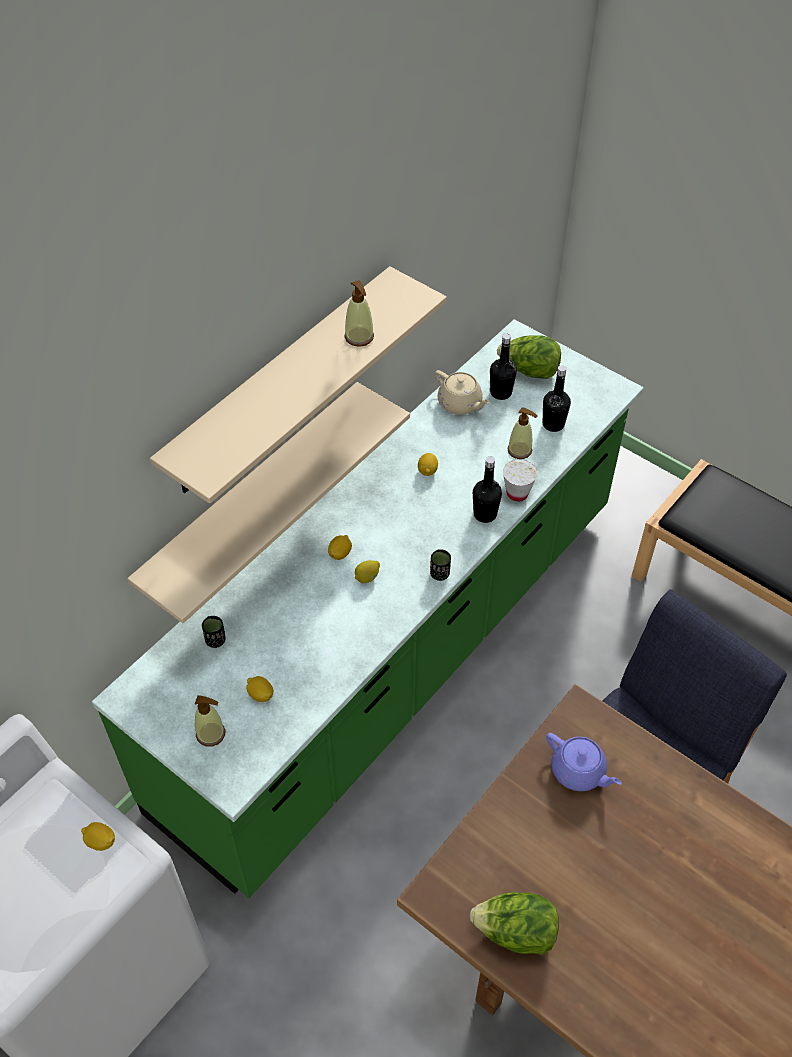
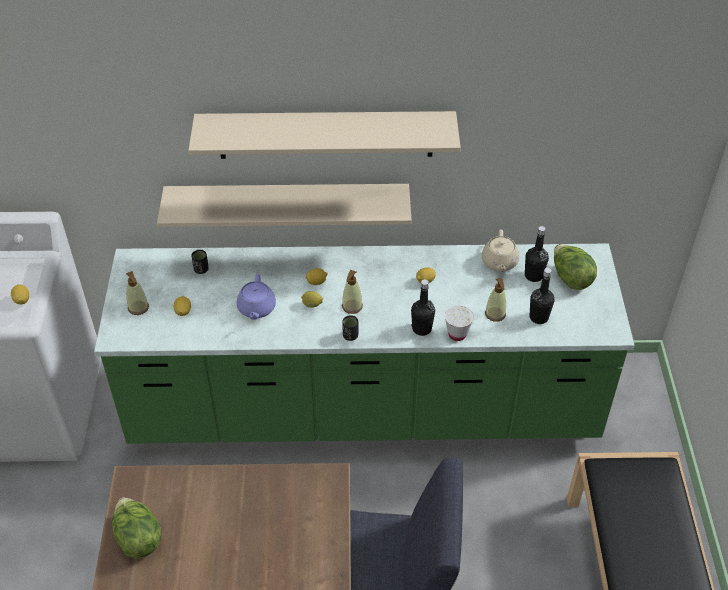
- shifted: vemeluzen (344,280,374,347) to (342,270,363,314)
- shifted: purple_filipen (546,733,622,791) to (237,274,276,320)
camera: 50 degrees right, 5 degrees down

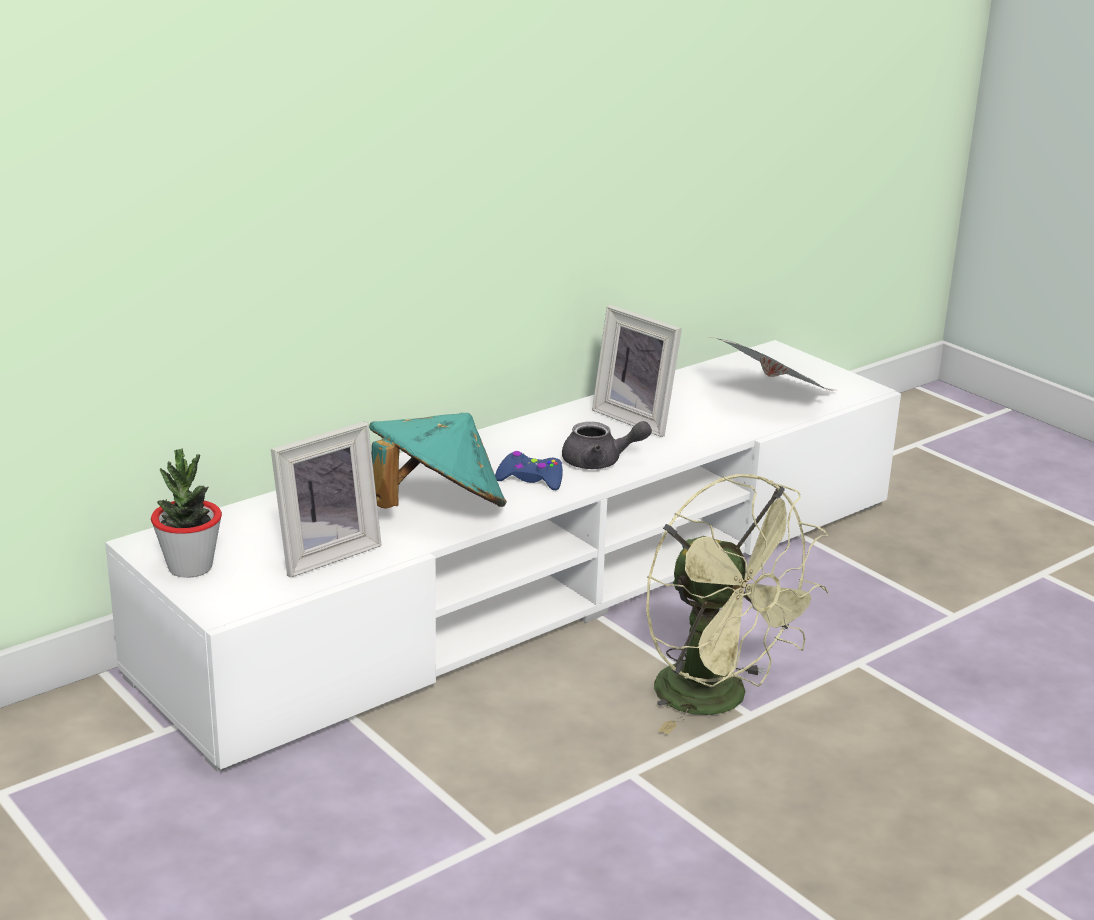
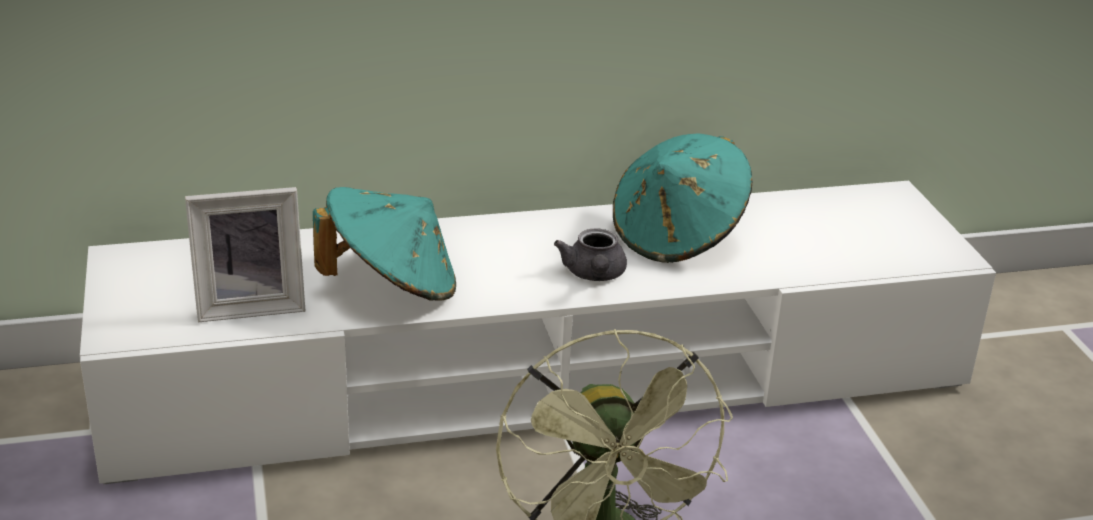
- gone: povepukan (151,449,222,578)
- gone: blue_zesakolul (495,451,563,490)
- rotated: grey_filipen (562,421,652,469) = (554,228,627,281) 60 degrees clockwise
- swapped: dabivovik (592,305,682,437) to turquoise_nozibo (613,133,752,263)
- gone: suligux (708,337,837,391)
camera: 25 degrees right, 5 degrees up

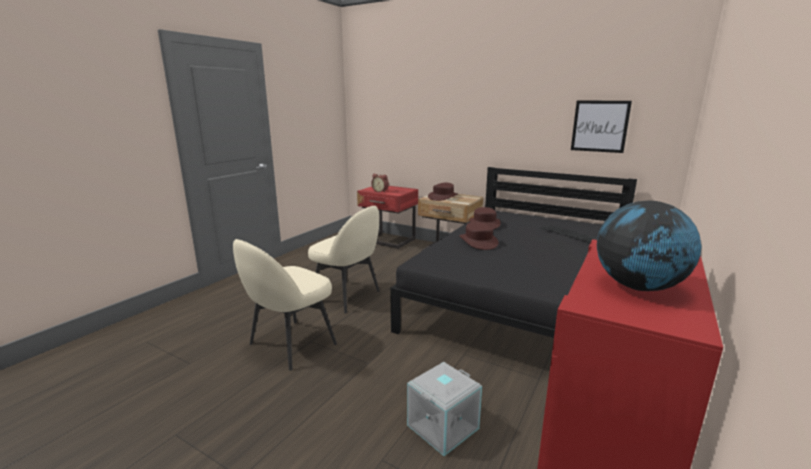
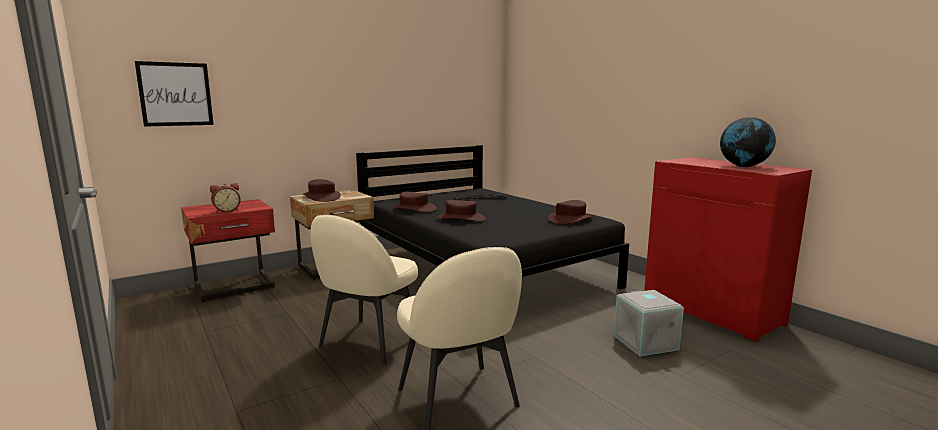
- rotated: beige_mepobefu (308,206,380,313) = (310,215,418,365) 150 degrees clockwise
- shifted: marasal (571,101,632,153) to (135,61,214,127)
- new: brown_nozibo (548,200,593,224)
camera: 65 degrees left, 5 degrees down

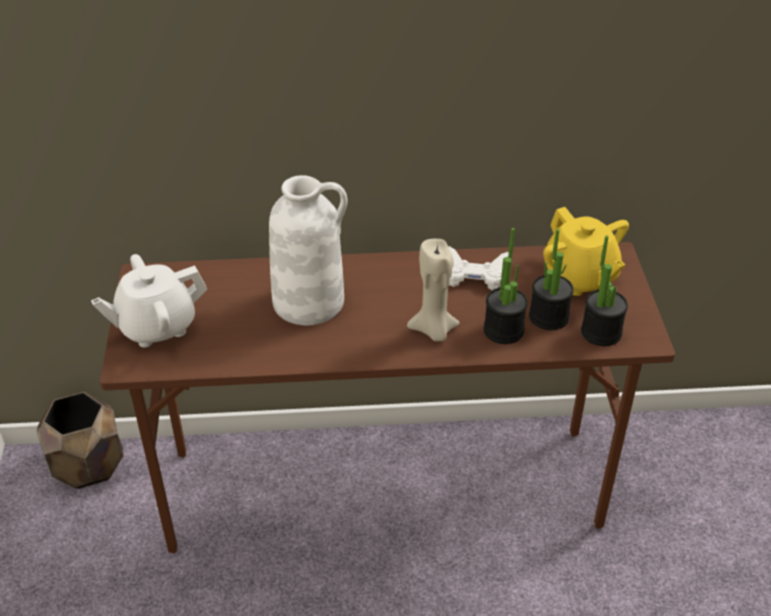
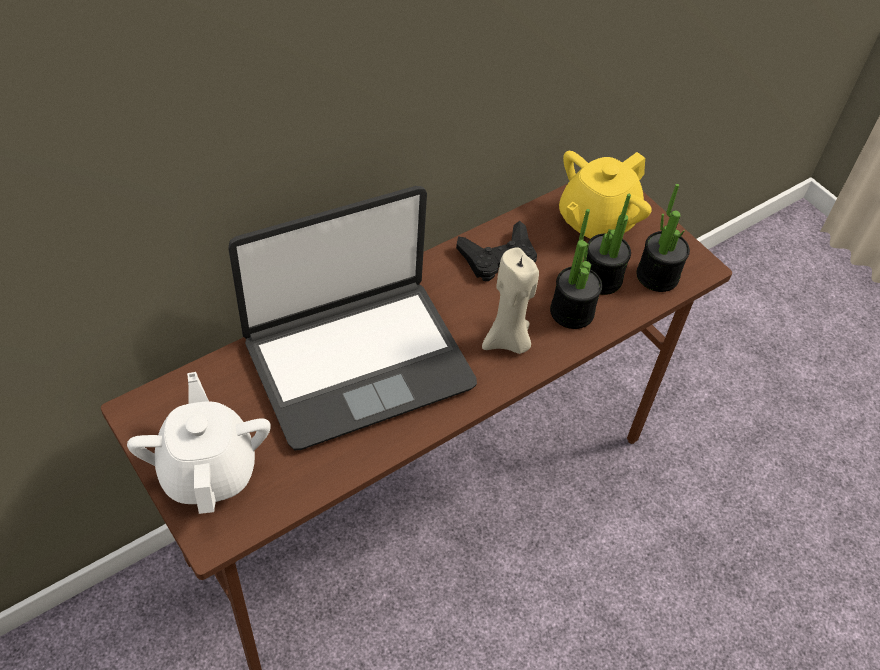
- gone: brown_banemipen (37,392,124,489)
- rotated: white_filipen (91,254,207,347) = (127,372,271,514) 135 degrees clockwise
- swapped: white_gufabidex (269,175,347,325) to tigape (229,186,477,450)
- repainted: white_zesakolul (448,246,509,290) to black_zesakolul (456,221,537,281)
- rotated: yellow_filipen (543,207,629,296) = (559,151,651,239) 105 degrees clockwise
camera: 35 degrees left, 10 degrees up

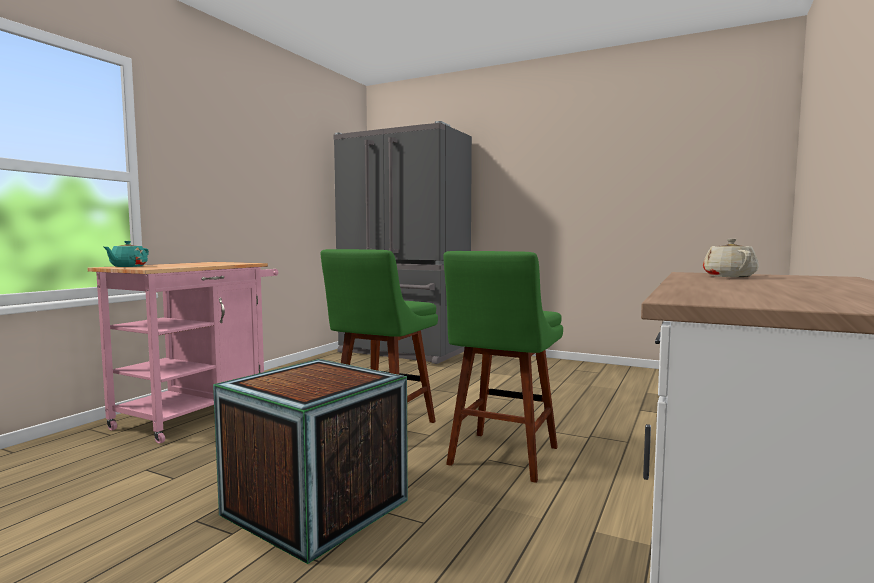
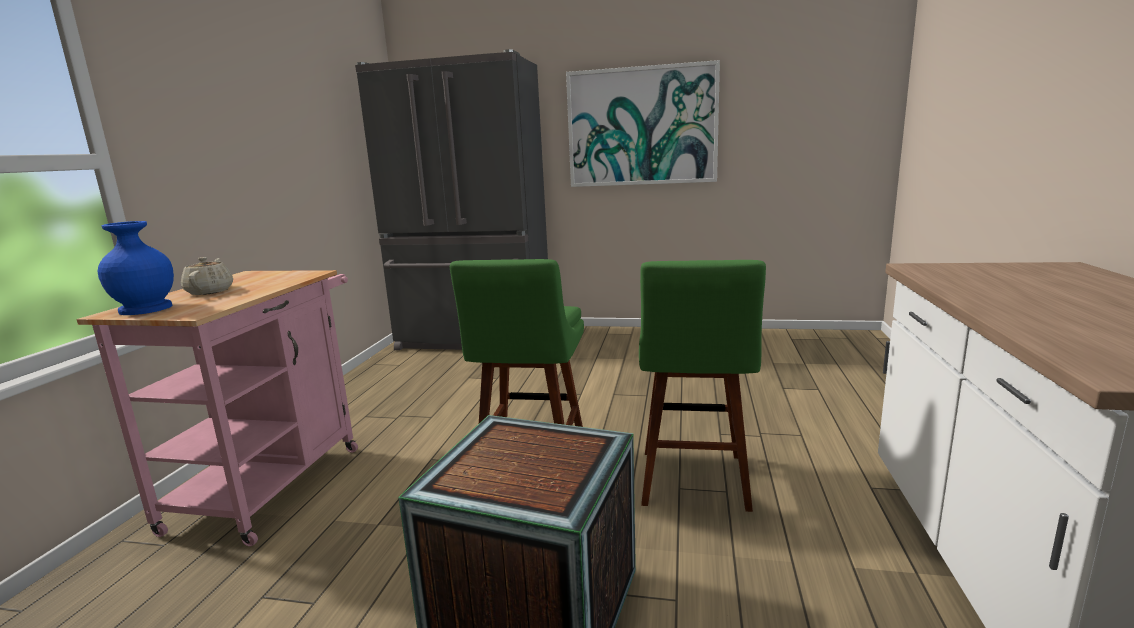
- swapped: turquoise_filipen (104,241,149,267) to blue_gufabidex (97,221,174,315)
- shifted: beige_filipen (703,238,759,277) to (181,257,233,295)
- new: marasal (566,60,720,187)
camera: 15 degrees left, 10 degrees up

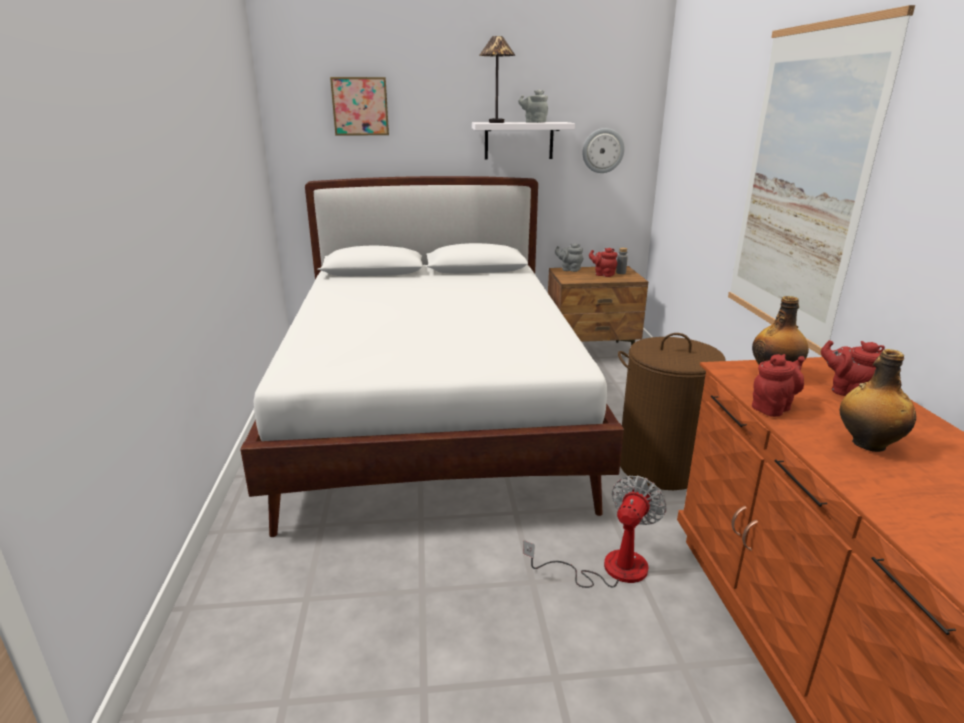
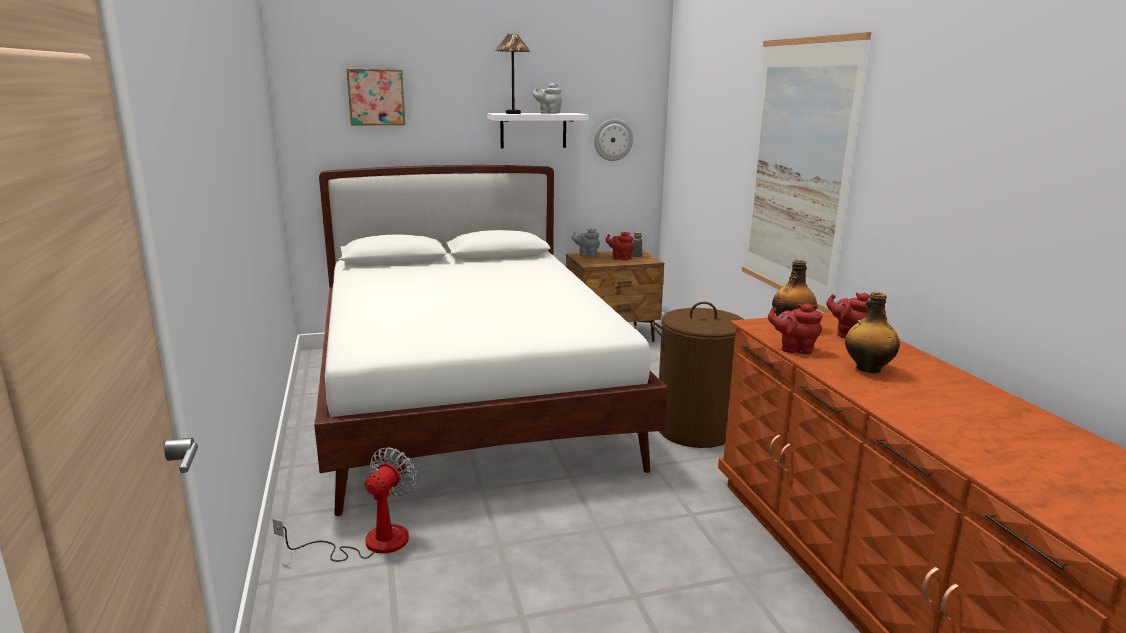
- shifted: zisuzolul (523,475,667,588) to (272,447,416,562)
- rotated: red_filipen (752,354,805,417) = (768,303,823,354) 120 degrees counterclockwise
camera: 10 degrees left, 5 degrees down

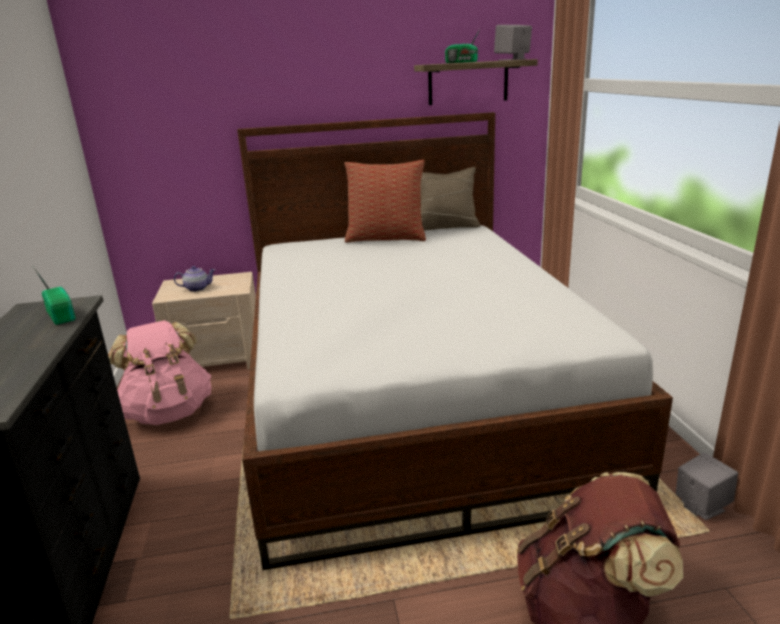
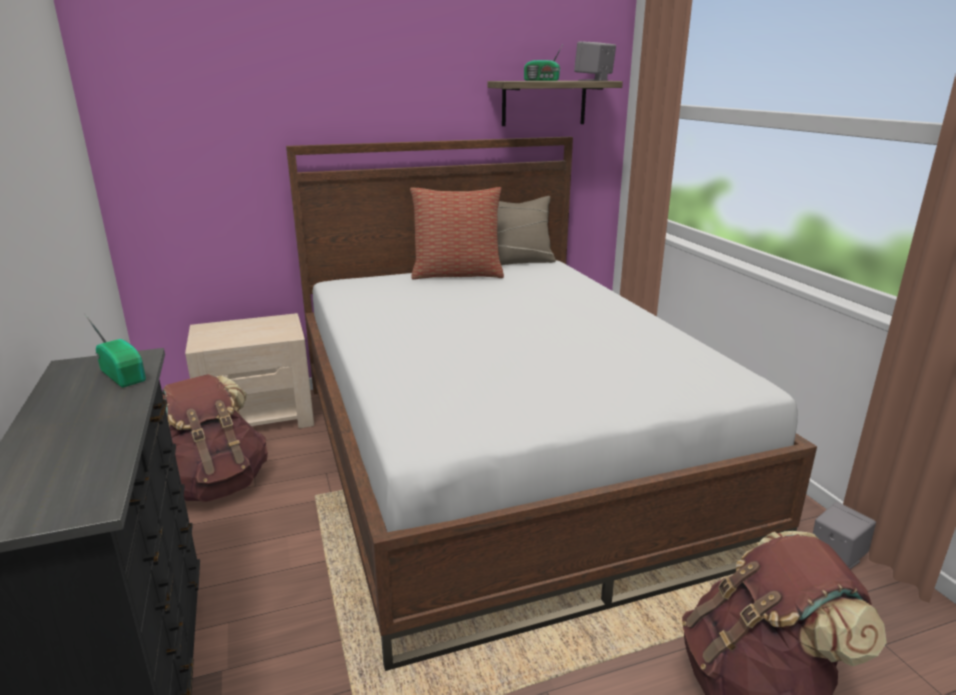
- repainted: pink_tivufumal (108,320,212,425) to brown_tivufumal (162,374,268,502)
- gone: filipen (174,266,215,292)
camera: 10 degrees left, 0 degrees up

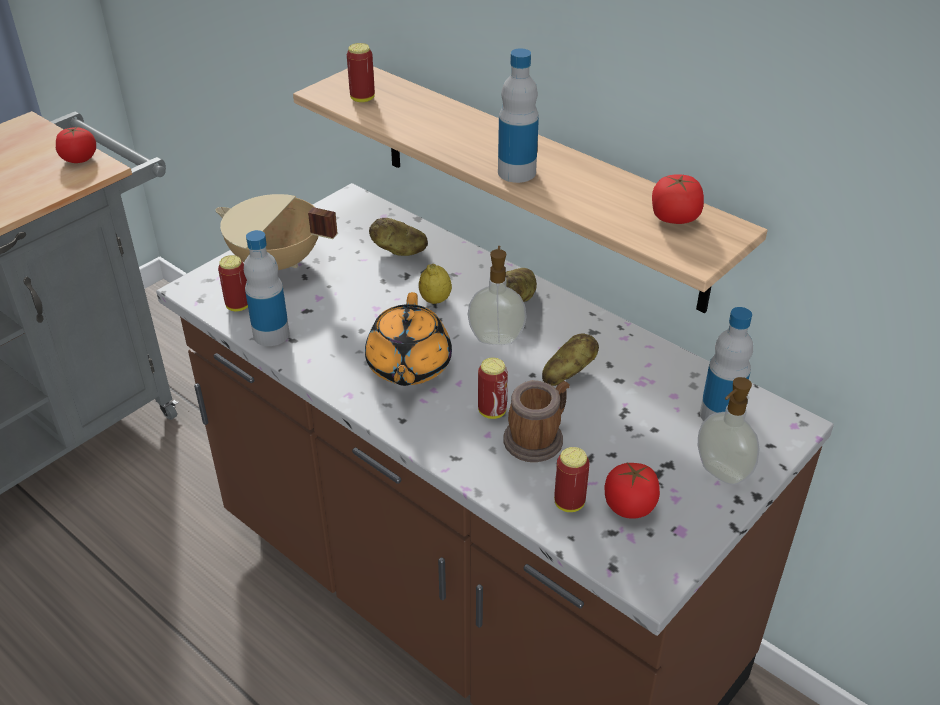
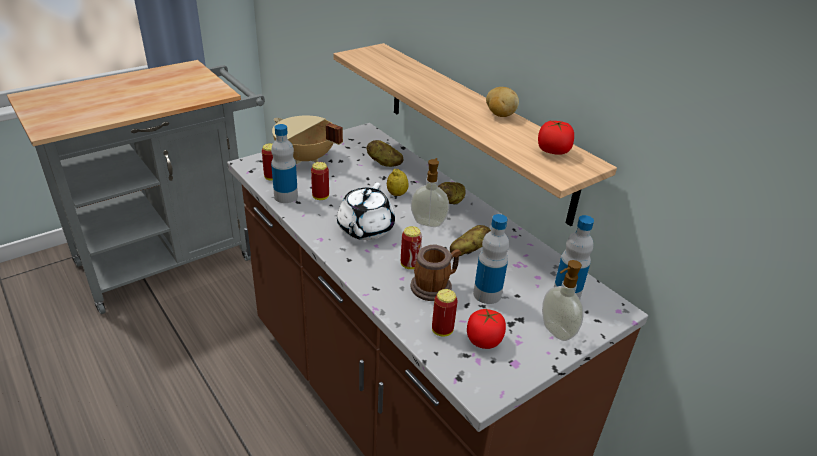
- gone: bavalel (56,127,96,163)
- shifted: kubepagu (347,43,375,102) to (311,162,329,200)
- repainted: orange_filipen (365,292,452,386) to white_filipen (337,183,395,240)
- shifted: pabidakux (498,48,539,183) to (473,214,509,304)
- new: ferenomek (486,87,519,117)
camera: 10 degrees right, 5 degrees down

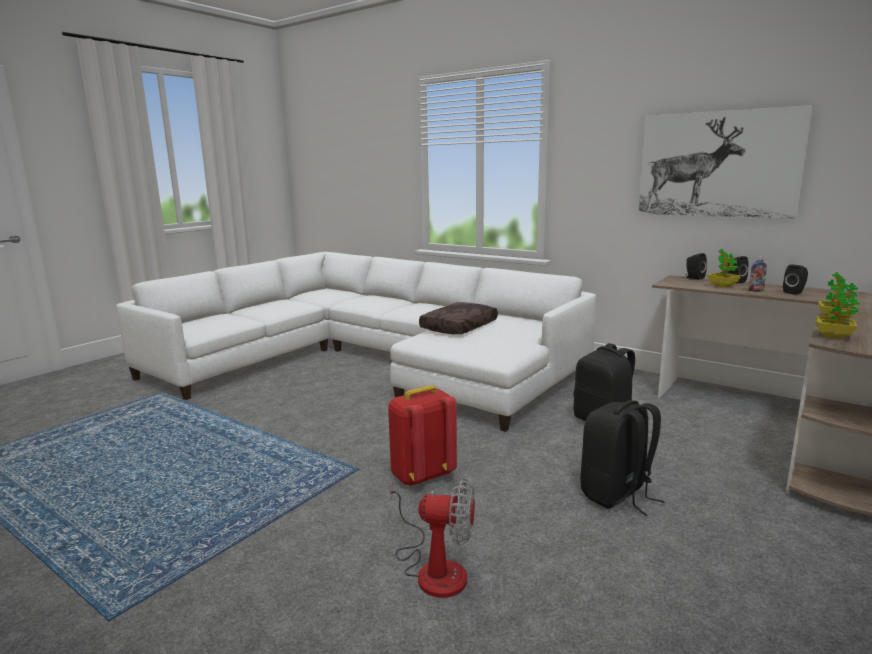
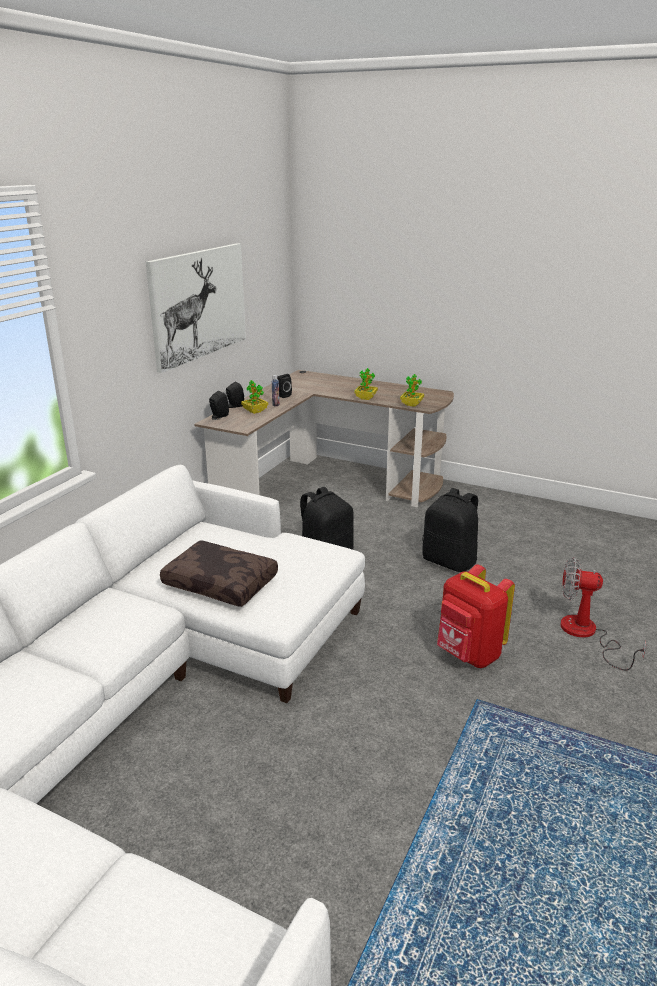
- rotated: zisuzolul (389,478,475,598) = (561,557,646,671) 75 degrees counterclockwise
camera: 100 degrees left, 10 degrees up

